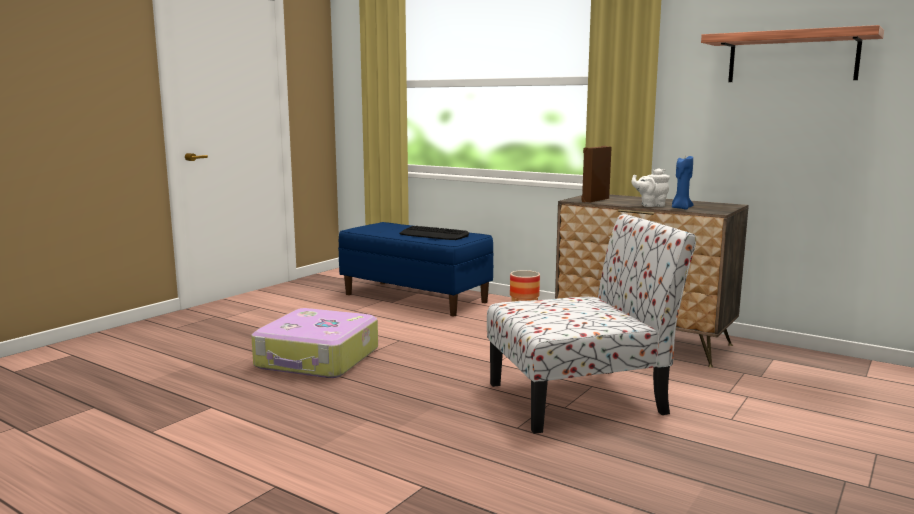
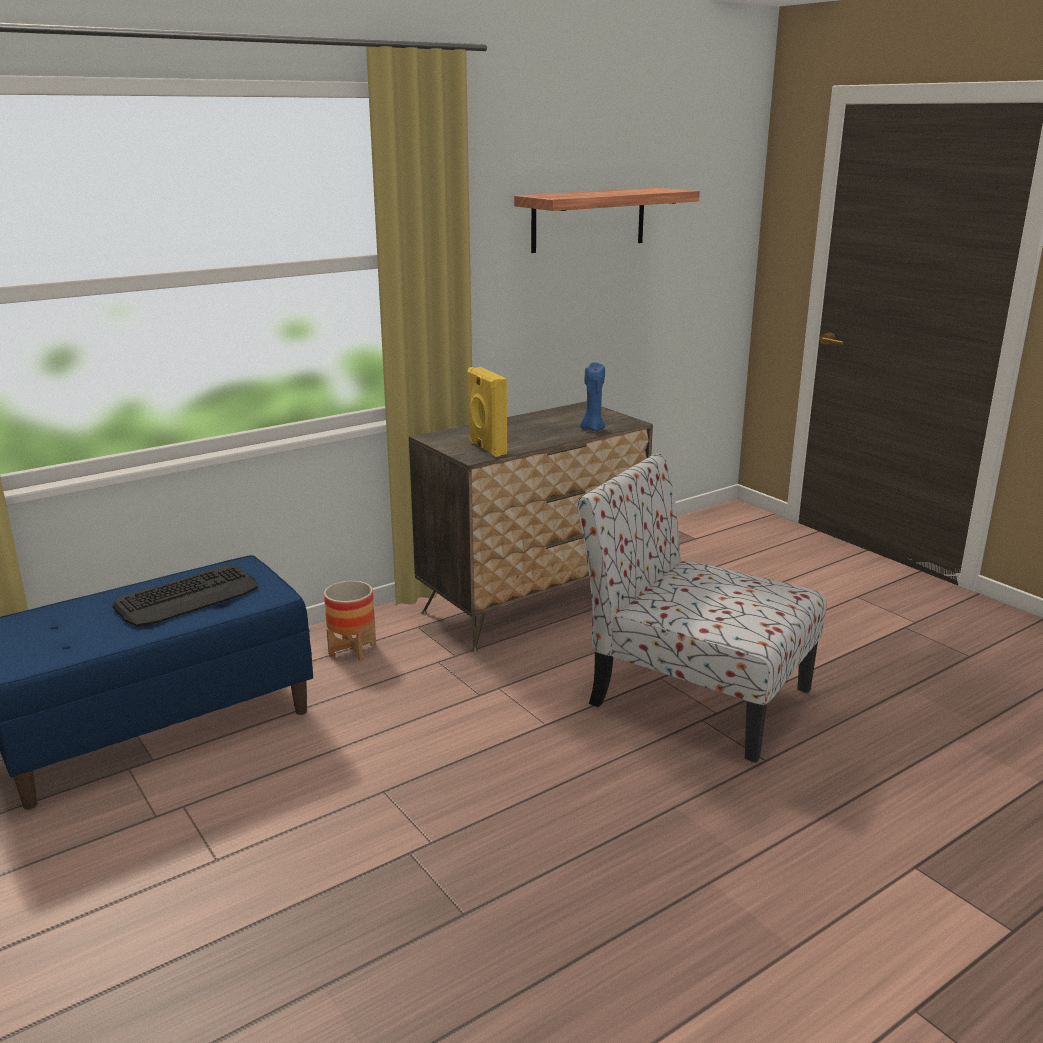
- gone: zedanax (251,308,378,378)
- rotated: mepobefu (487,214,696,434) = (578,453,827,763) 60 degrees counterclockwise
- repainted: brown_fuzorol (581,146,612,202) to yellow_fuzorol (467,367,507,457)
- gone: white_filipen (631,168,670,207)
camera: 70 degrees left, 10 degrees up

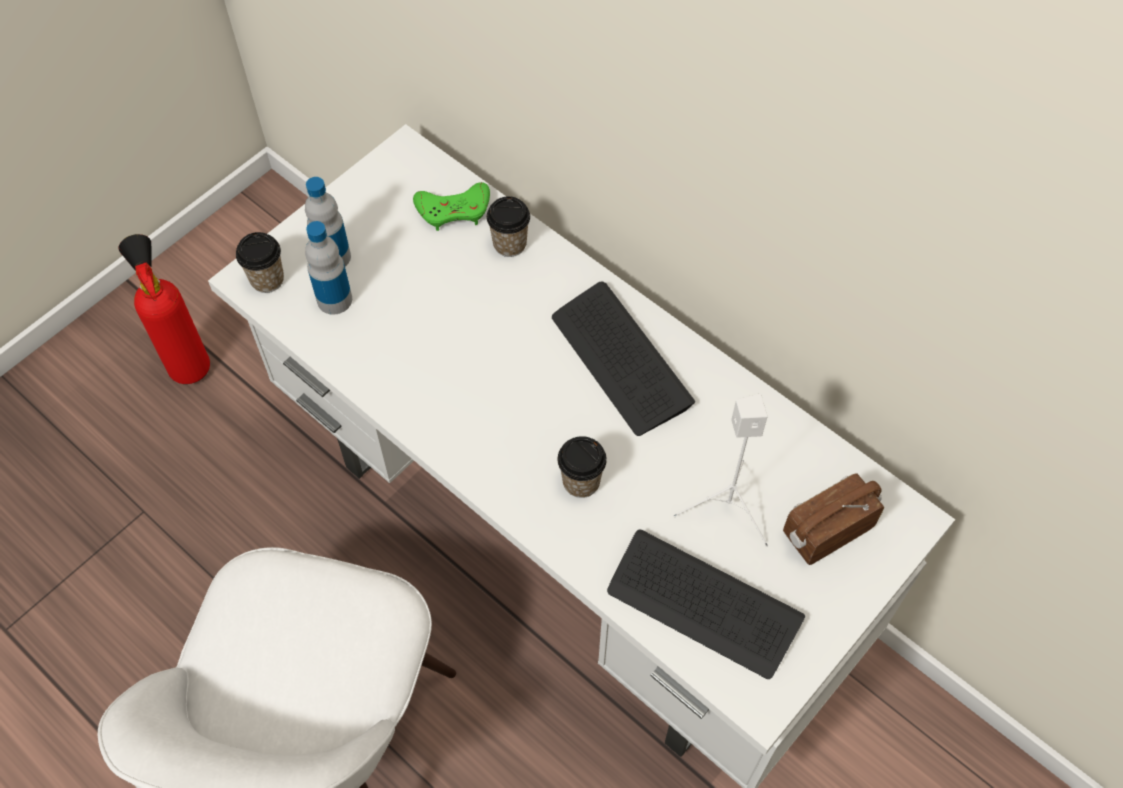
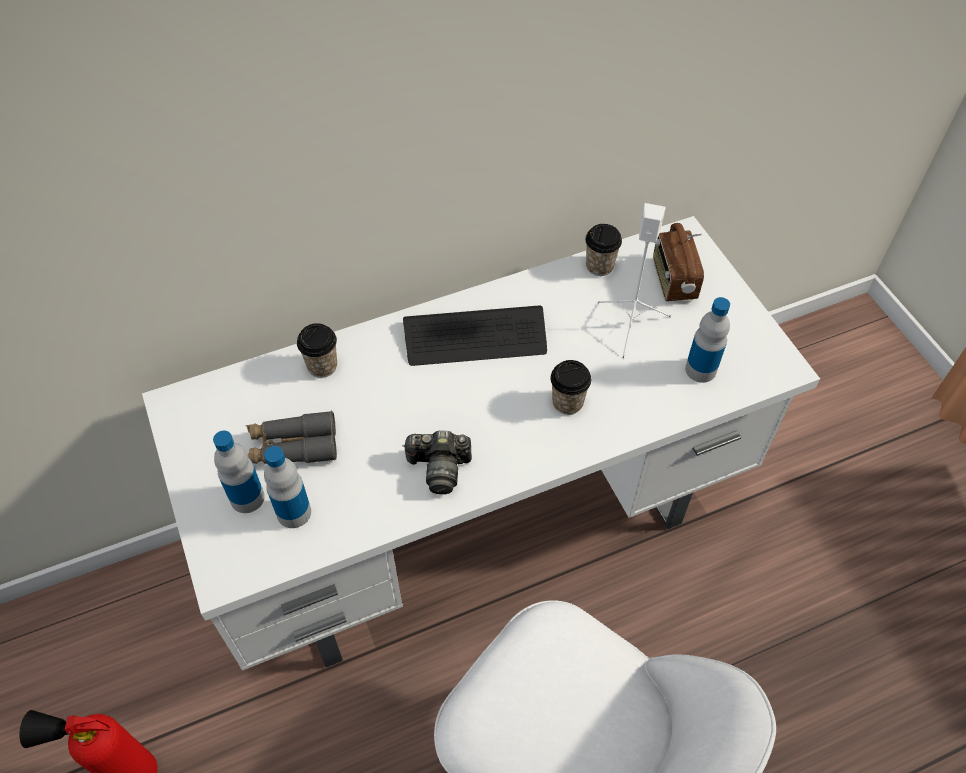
- shifted: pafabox (236,232,284,293) to (585,224,622,276)
- gone: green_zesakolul (413,182,490,231)
- swapped: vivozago (607,530,805,679) to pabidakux (685,297,730,383)
- new: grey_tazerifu (246,411,337,464)
- new: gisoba (403,431,472,494)
camera: 65 degrees left, 5 degrees down

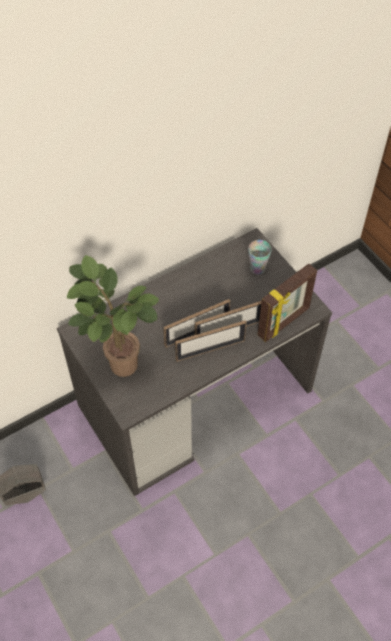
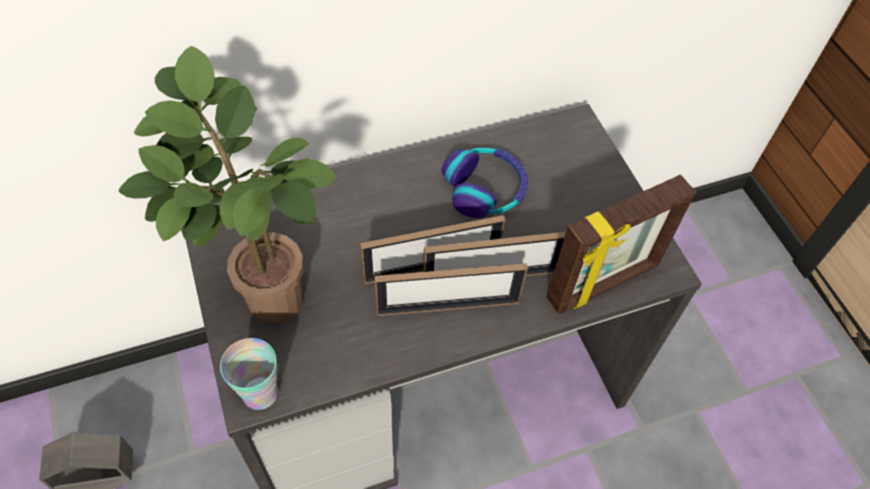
- shifted: pafabox (248,240,272,274) to (220,338,278,410)
- new: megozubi (442,148,528,218)
camera: 10 degrees right, 0 degrees up

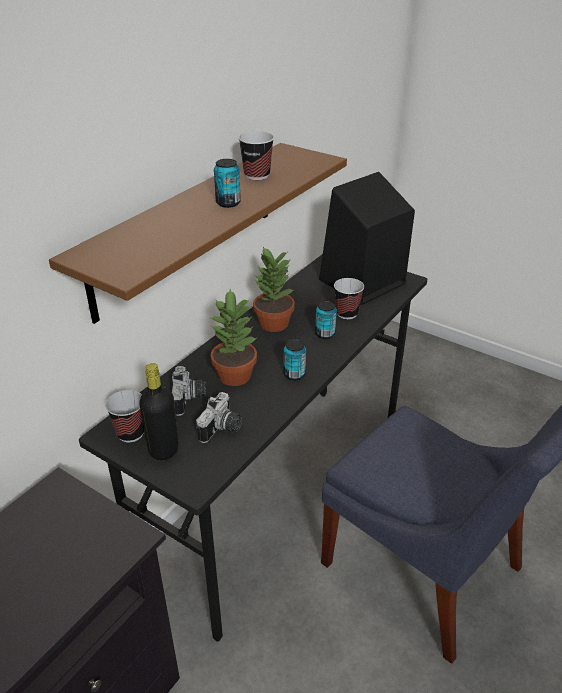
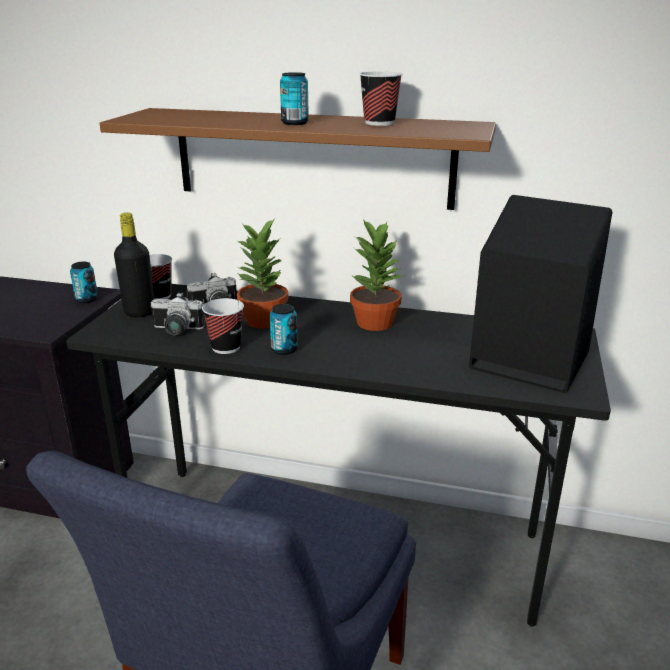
- shifted: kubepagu (315,301,337,339) to (70,262,98,303)
- shifted: pafabox (334,278,364,319) to (202,298,244,354)
camera: 70 degrees right, 10 degrees down

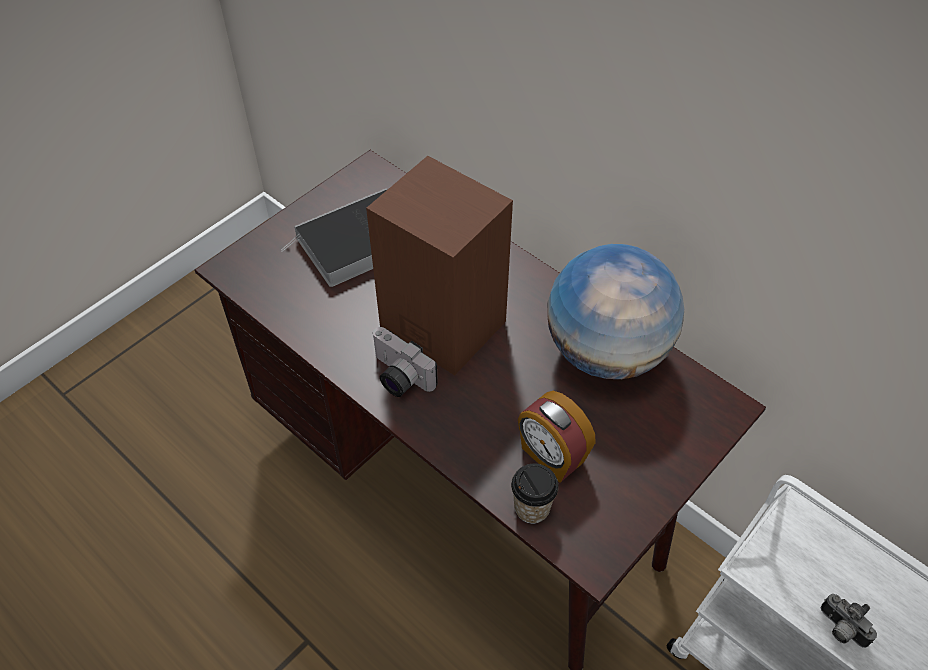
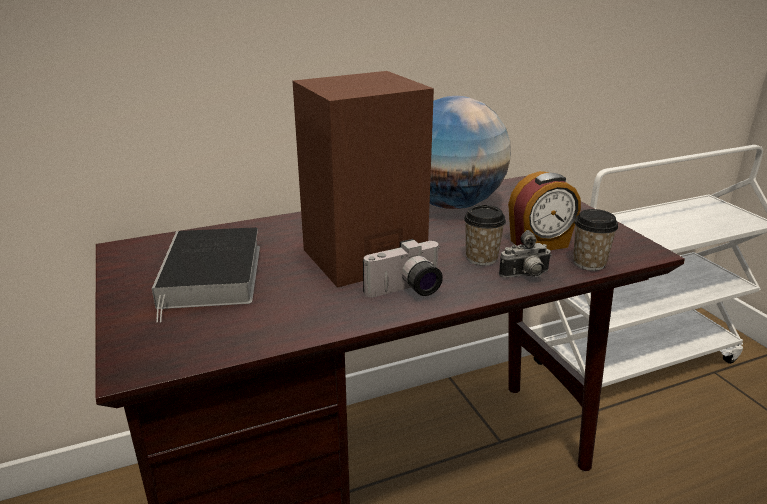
- shifted: gisoba (821,594,877,648) to (499,230,551,278)
- new: pafabox (464,205,506,266)
camera: 65 degrees left, 25 degrees down

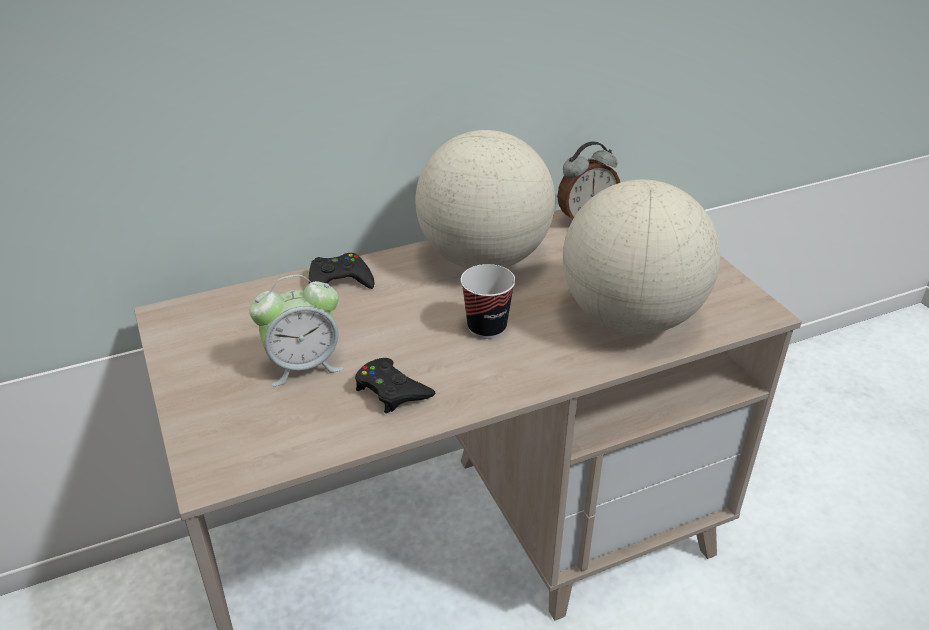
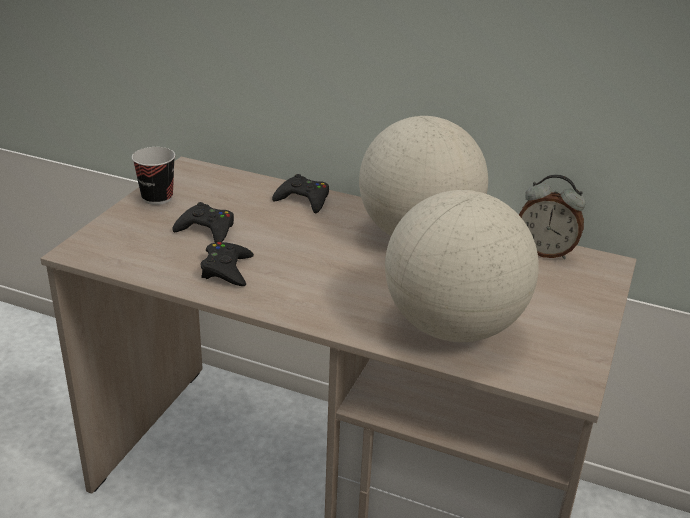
- swapped: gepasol (249,275,343,386) to black_zesakolul (172,202,234,243)
- shifted: pafabox (461,264,516,339) to (132,147,175,205)
camera: 45 degrees right, 5 degrees down

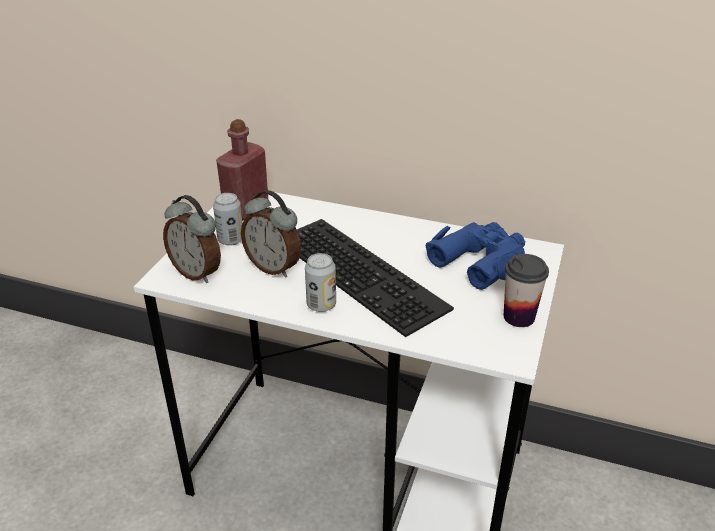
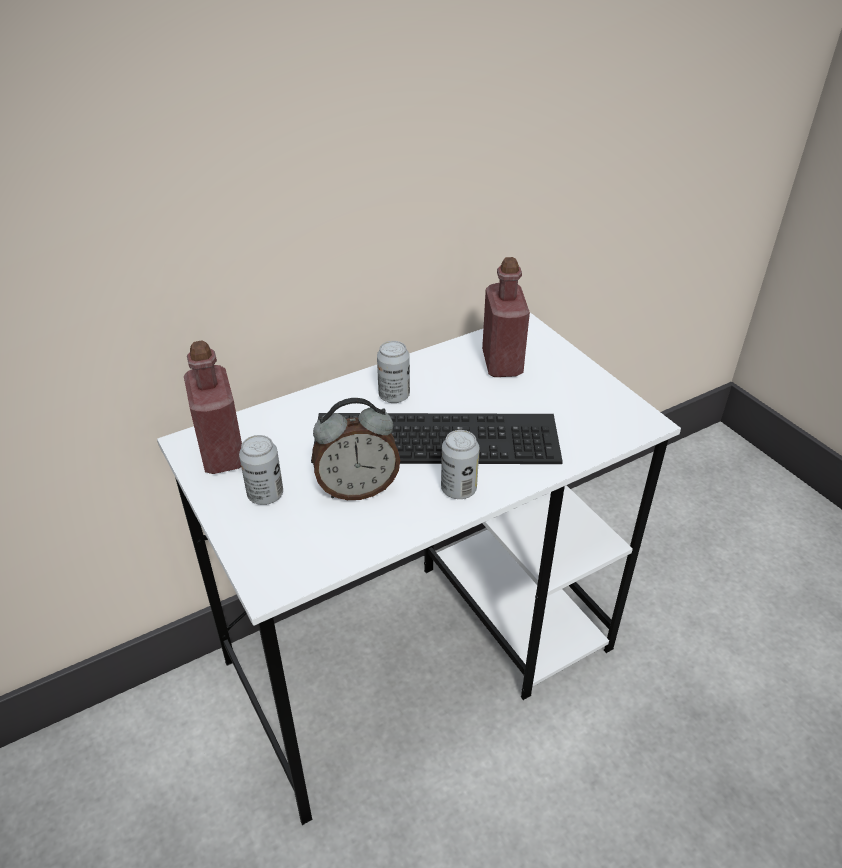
- gone: gepasol (163,195,221,283)
- swapped: blue_tazerifu (425,222,525,290) to red_pabidakux (482,257,530,377)
- gone: pafabox (504,254,549,327)
- new: kubepagu (377,341,410,403)
camera: 50 degrees left, 5 degrees up

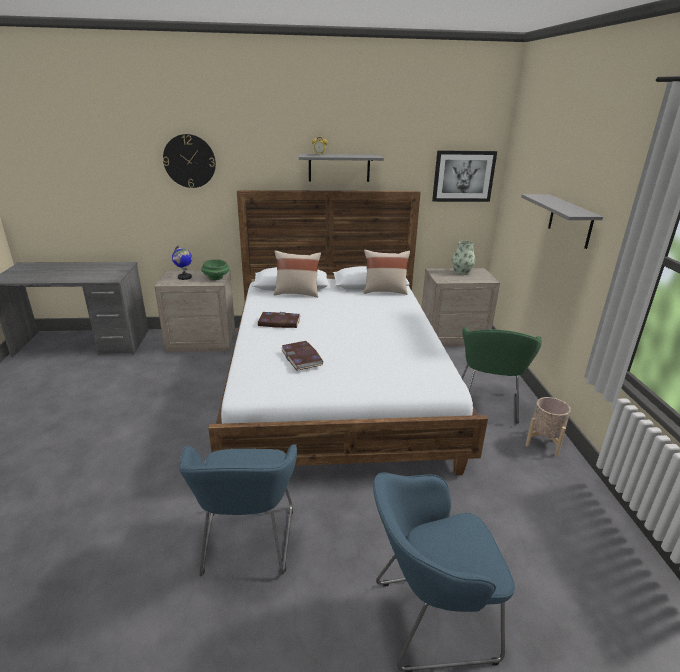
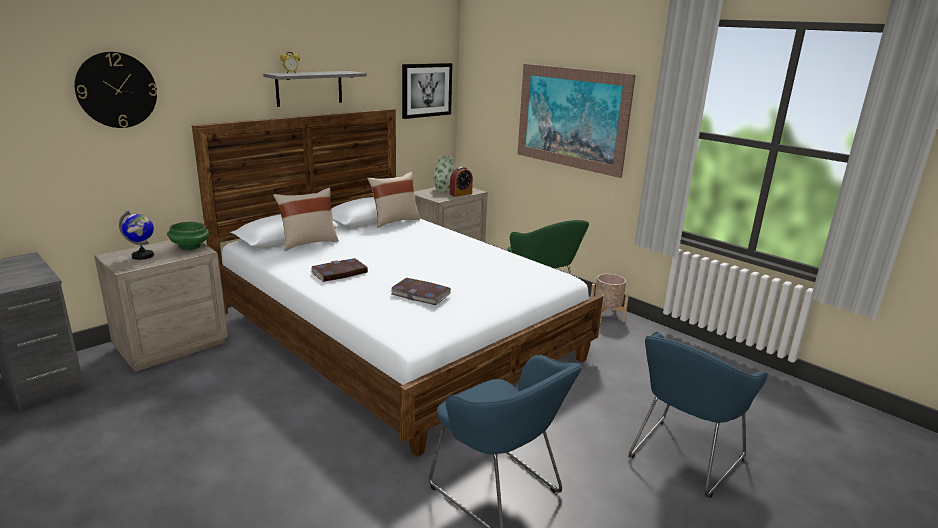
- swapped: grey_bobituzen (521,194,603,249) to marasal (517,64,636,178)
- new: gepasol (450,167,473,197)
camera: 40 degrees left, 5 degrees down

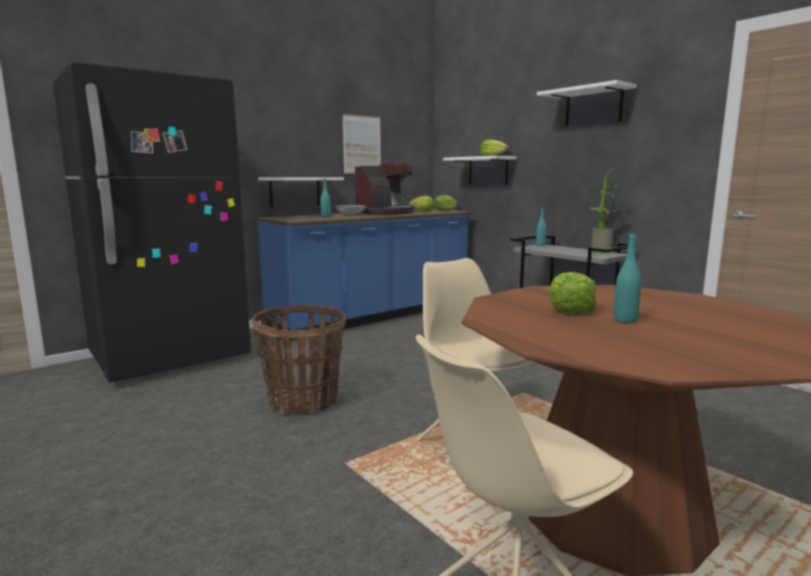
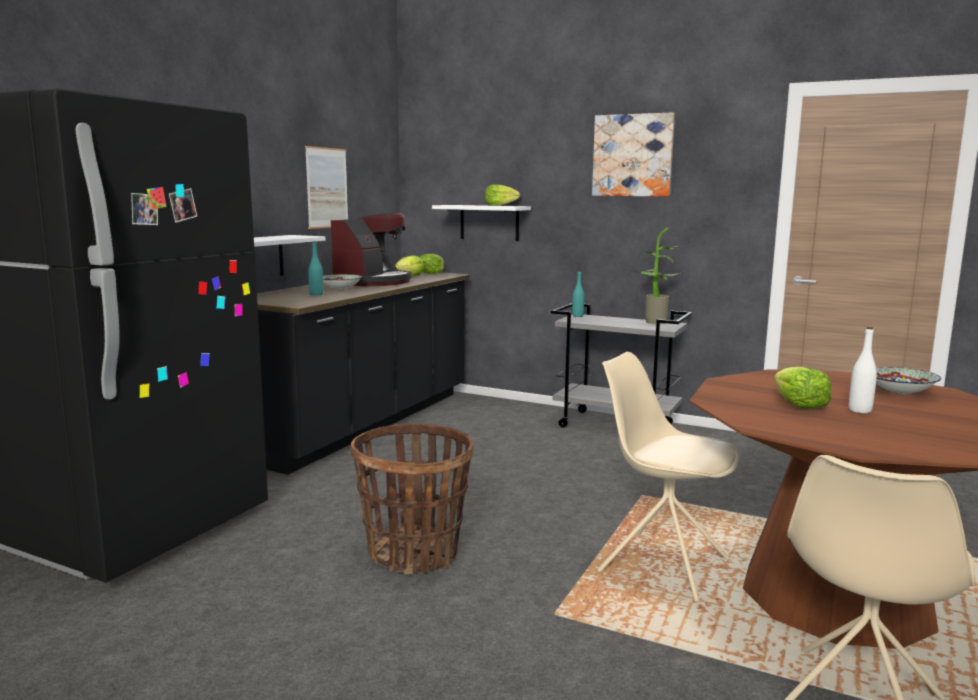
- repainted: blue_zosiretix (256,209,472,340) to black_zosiretix (257,272,470,475)
- swapped: white_bobituzen (537,80,637,126) to marasal (592,113,675,197)
- repainted: turquoise_pabidakux (614,232,641,323) to white_pabidakux (849,327,877,413)
- new: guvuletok (876,367,941,395)
camera: 25 degrees left, 0 degrees up

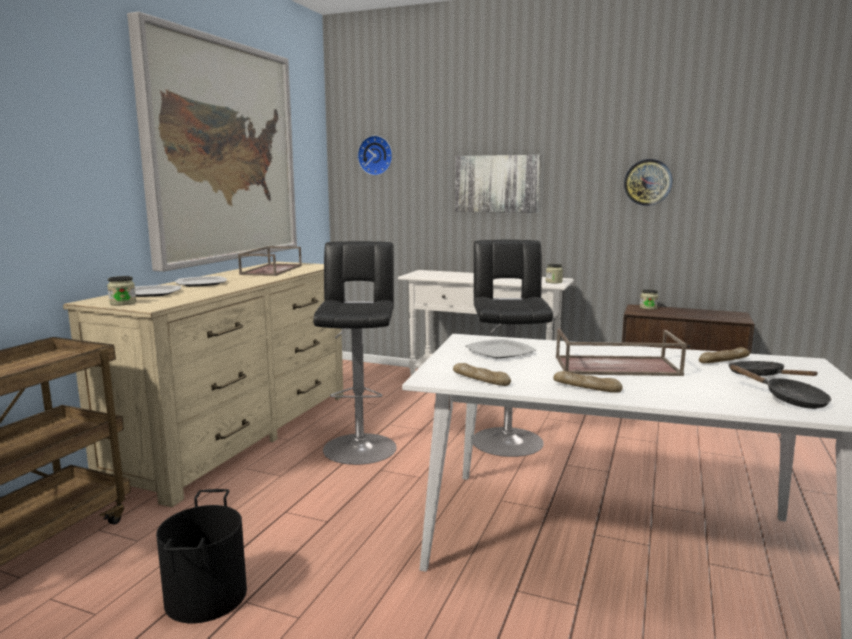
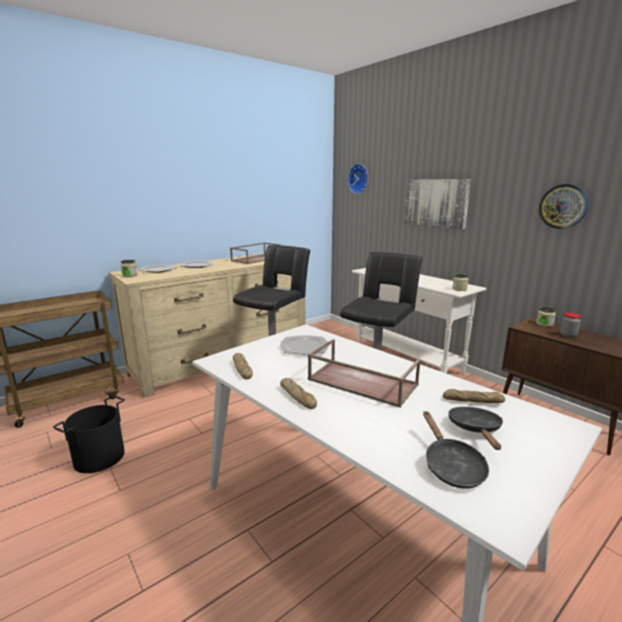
- gone: marasal (127,12,297,272)
- new: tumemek (560,313,581,338)
camera: 30 degrees right, 5 degrees up

